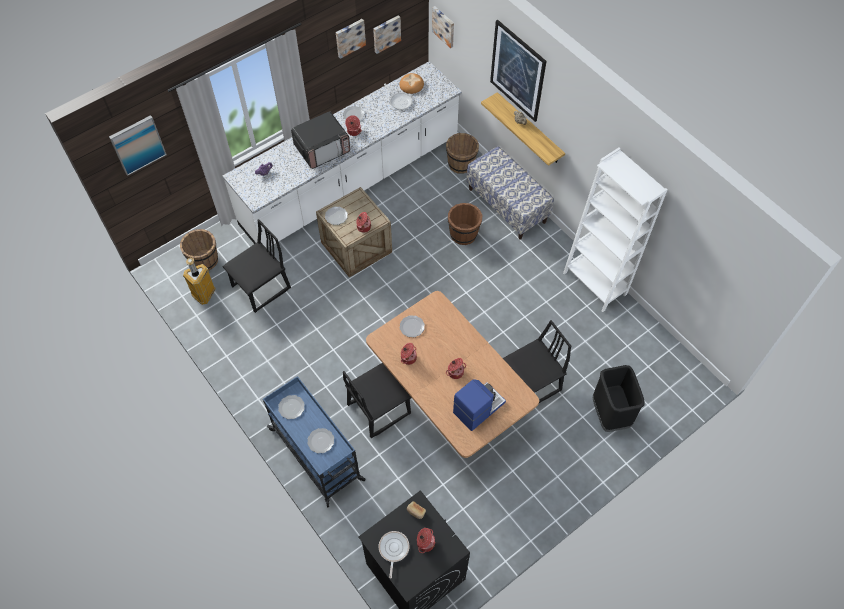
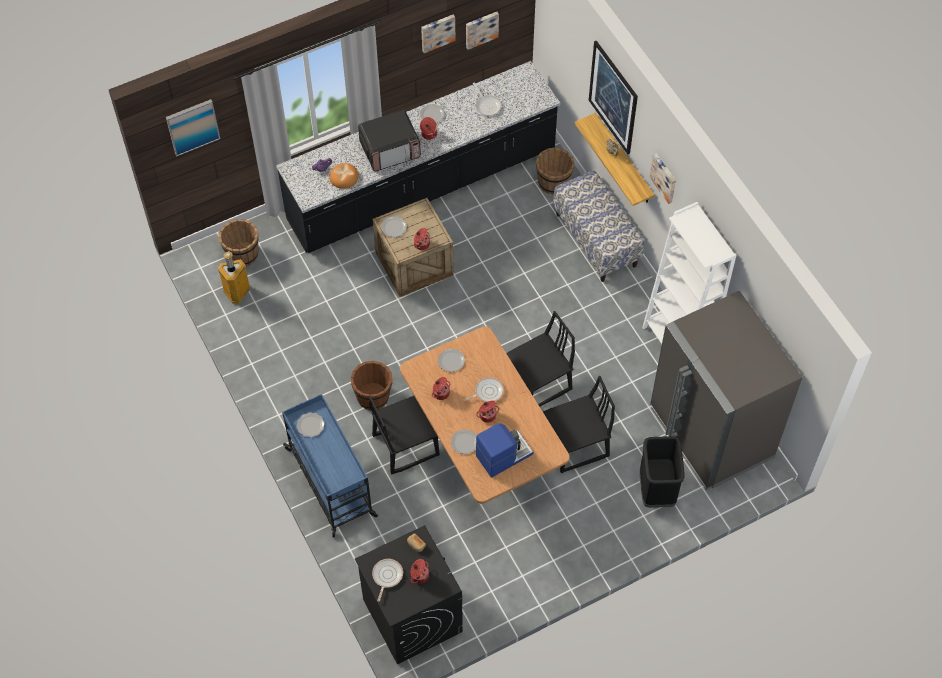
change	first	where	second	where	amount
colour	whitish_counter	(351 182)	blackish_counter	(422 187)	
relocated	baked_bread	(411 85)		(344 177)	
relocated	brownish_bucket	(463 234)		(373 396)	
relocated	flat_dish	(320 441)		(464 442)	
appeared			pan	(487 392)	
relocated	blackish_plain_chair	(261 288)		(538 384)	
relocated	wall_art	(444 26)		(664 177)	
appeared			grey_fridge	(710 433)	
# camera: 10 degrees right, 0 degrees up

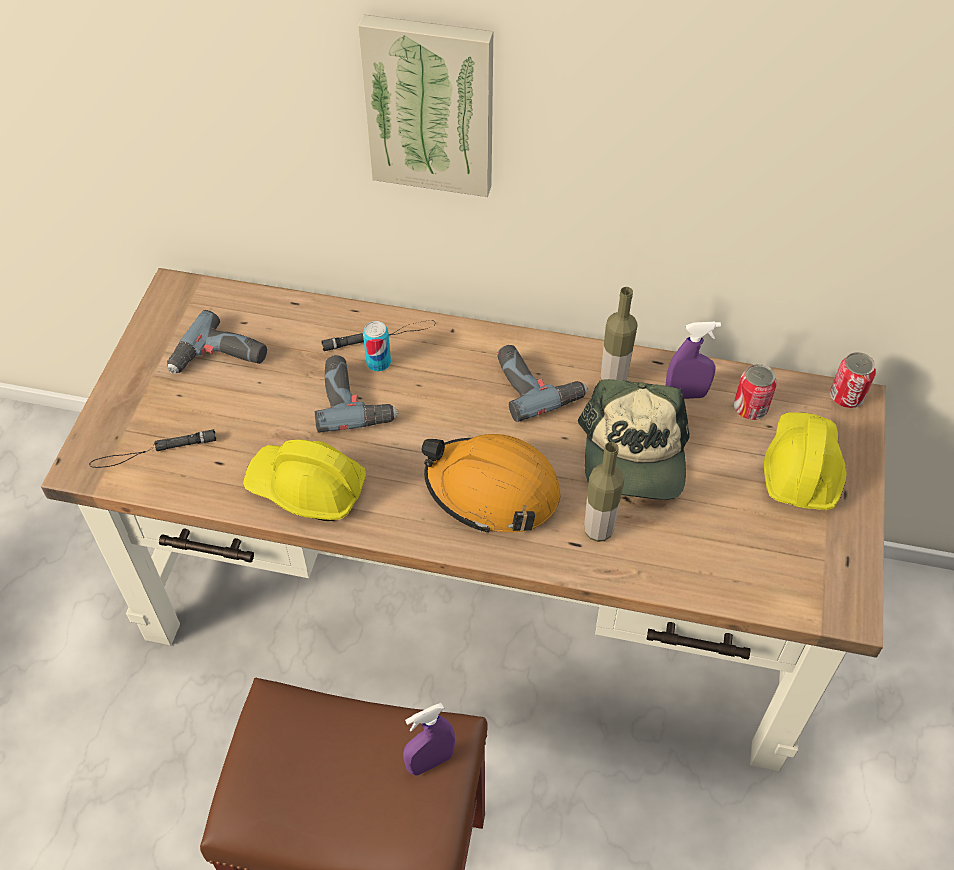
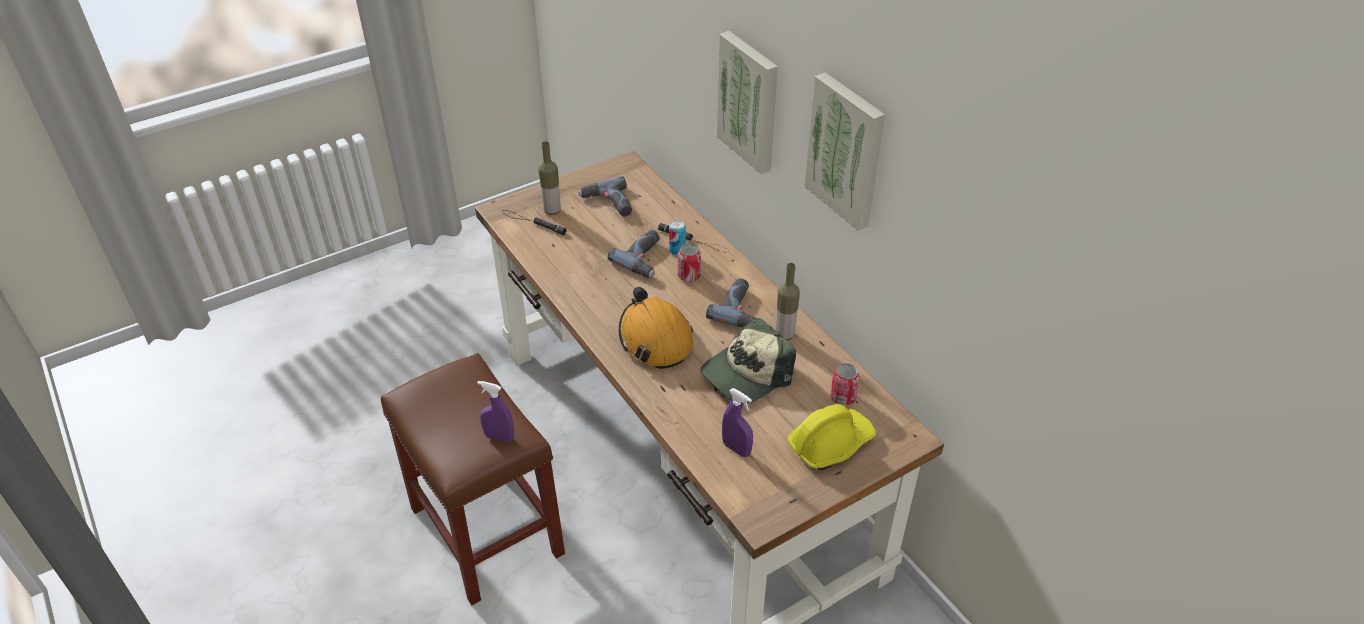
change	first	where	second	where	amount
relocated	bottle	(598 530)		(552 211)	
relocated	metal_can	(846 397)		(689 275)	
relocated	purplish_hand_sprayer	(686 394)		(736 449)	
appeared			wall_art	(847 150)	
missing	yellow_hard_hat	(306 488)			
# camera: 45 degrees right, 10 degrees down

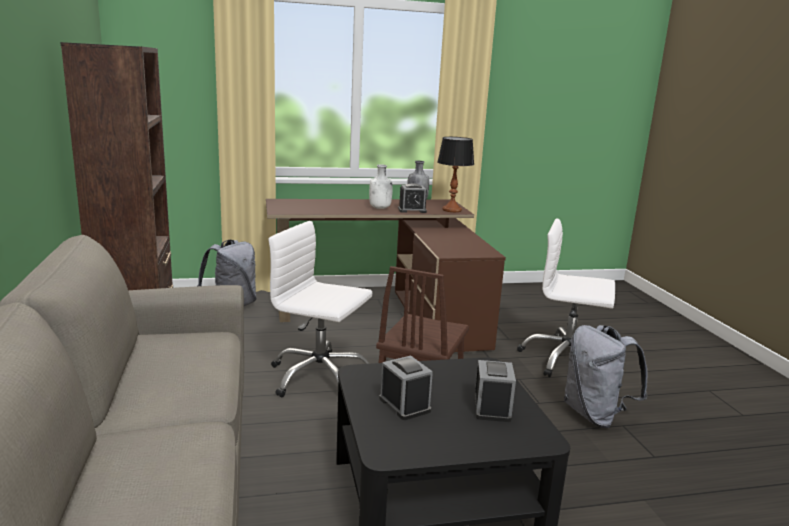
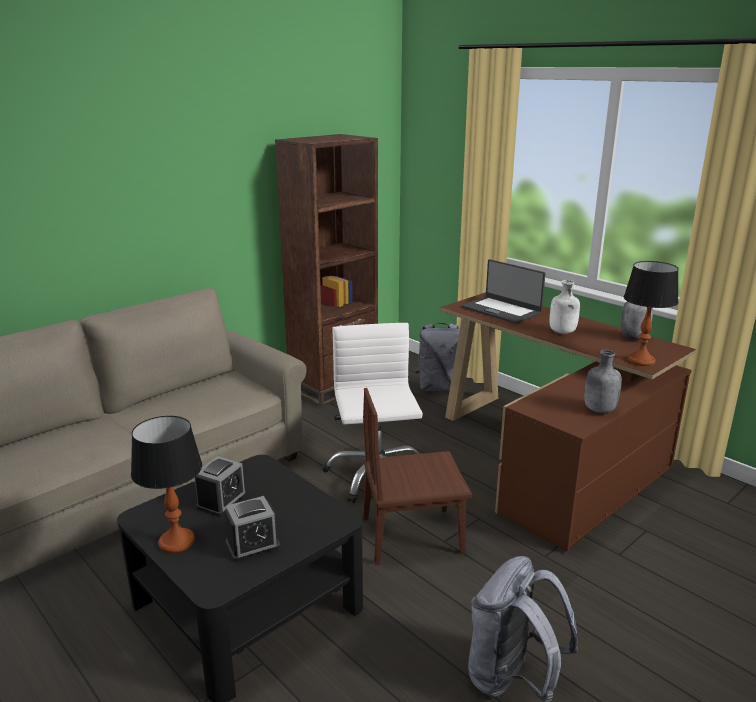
change	first	where	second	where	amount
appeared			lamp_for_a_table	(176 542)	
appeared			laptop	(501 310)	
appeared			grey_bottle	(598 410)	
missing	table_clock	(412 210)			
missing	whitish_desk_chair	(566 359)			
# camera: 60 degrees right, 5 degrees up

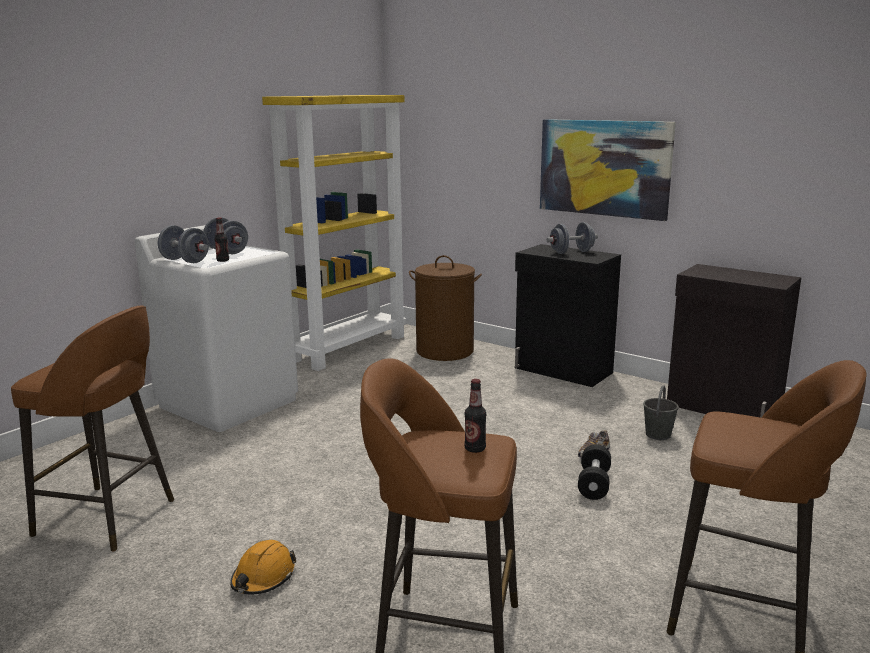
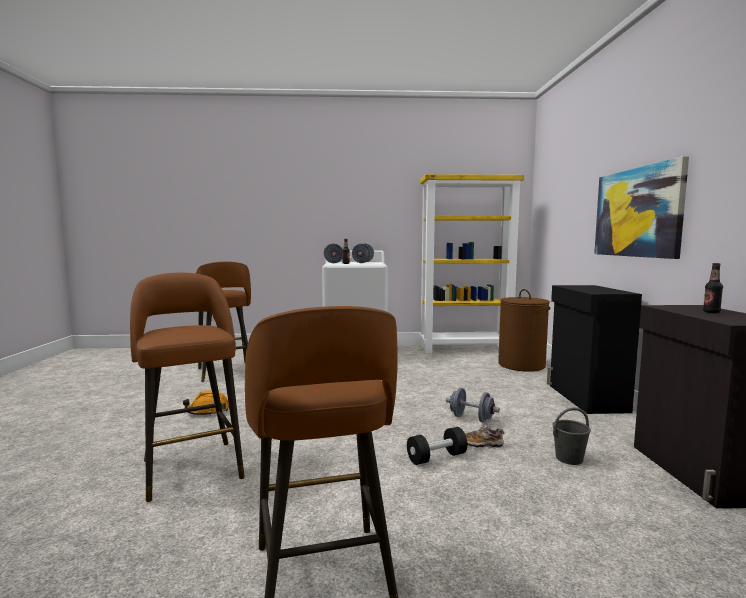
change	first	where	second	where	amount
relocated	grey_dumbbell	(571 252)		(471 418)	
relocated	bottle	(475 449)		(711 312)	
# camera: 50 degrees right, 10 degrees down

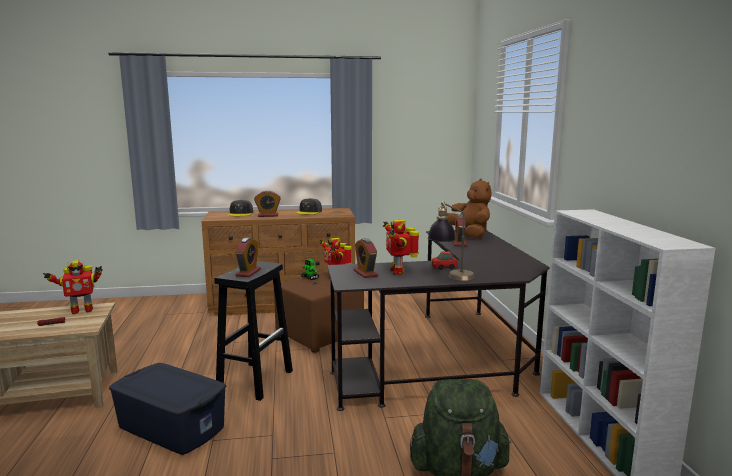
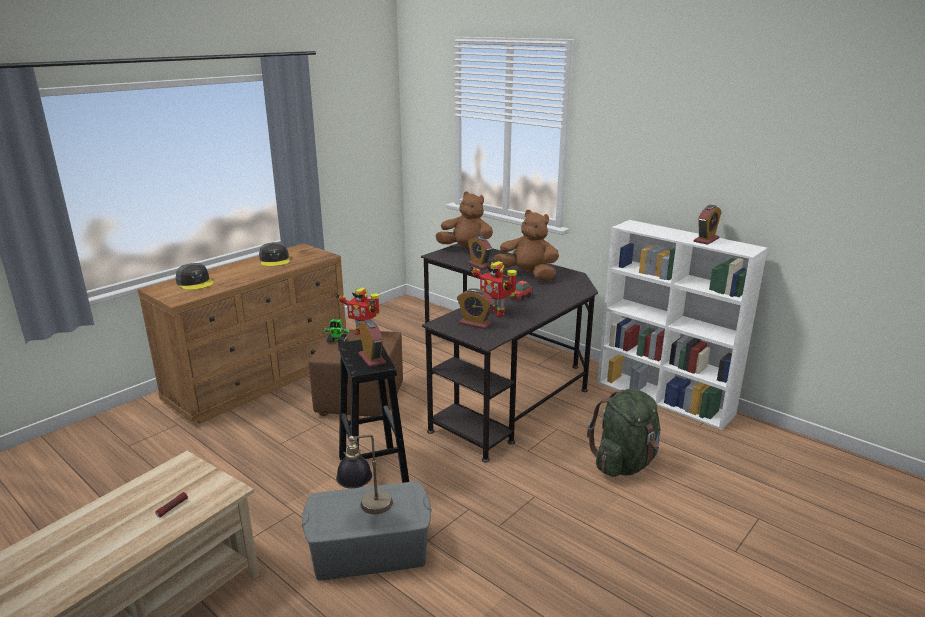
change	first	where	second	where	amount
colour	bluish_storage_container	(172 426)	grey_storage_container	(369 550)	
relocated	lamp_for_a_table	(450 277)		(367 511)	
appeared			brownish_soft_toy	(528 275)	
relocated	table_clock	(268 215)		(706 240)	
missing	model_robot	(81 310)			
# camera: 40 degrees left, 10 degrees up

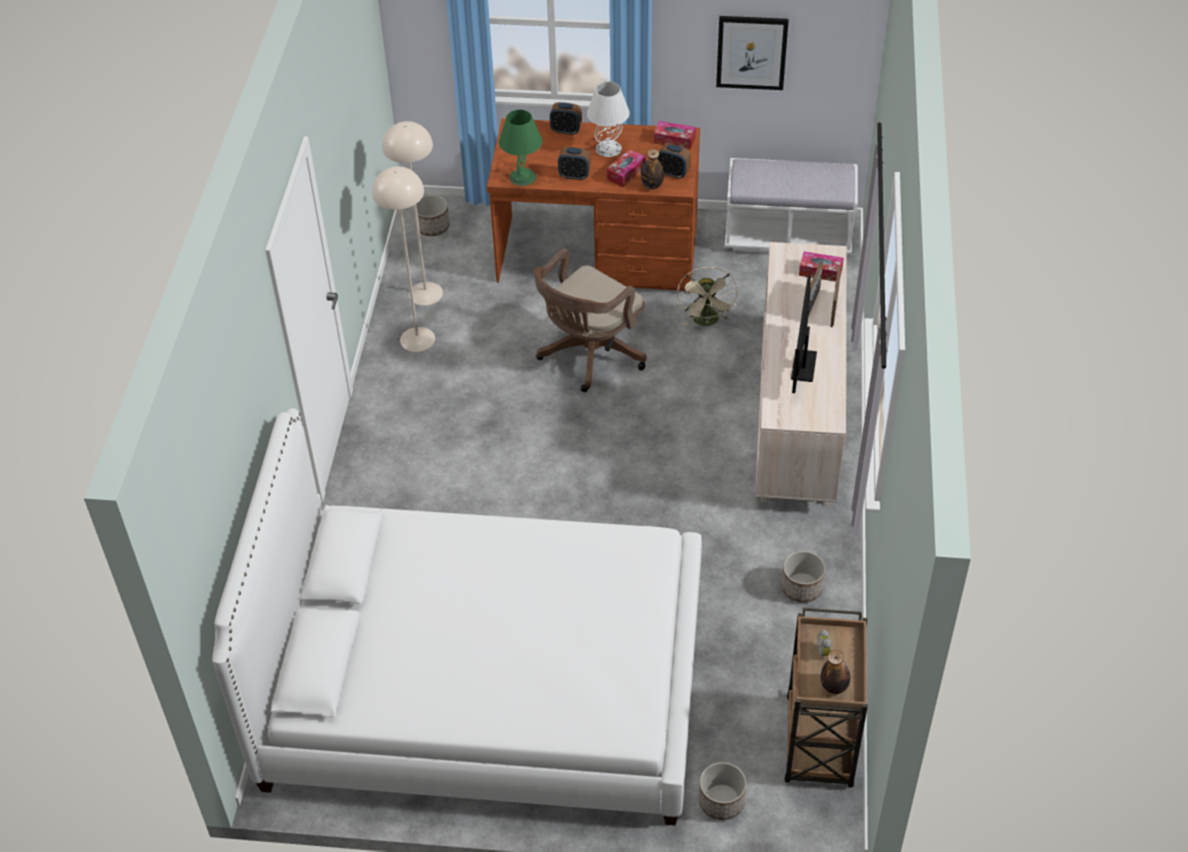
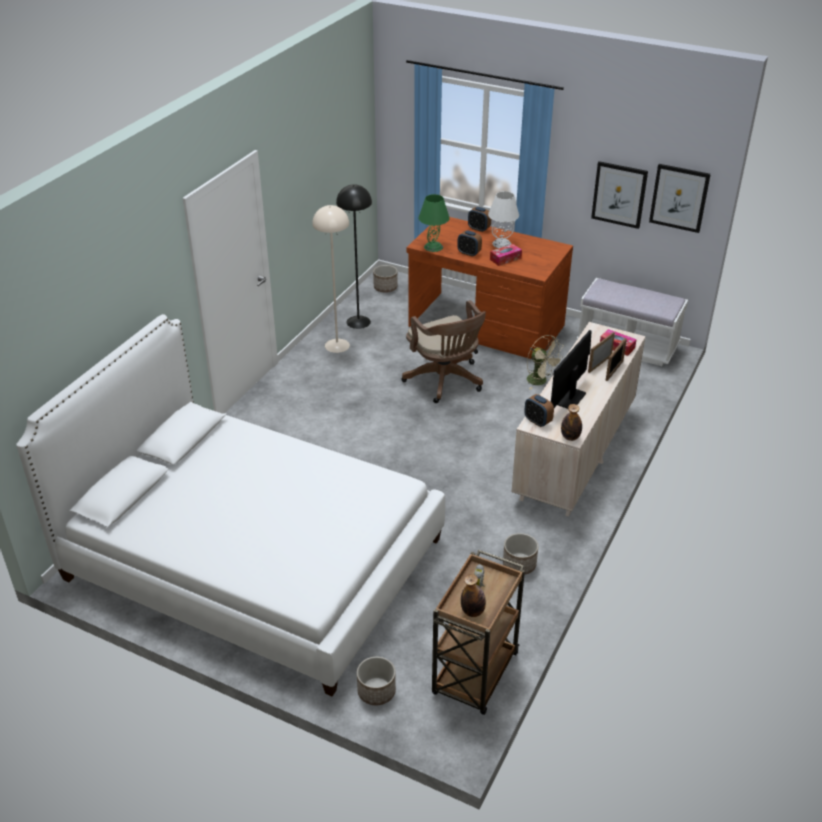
change	first	where	second	where	amount
colour	sand-coloured_standard_lamp	(425 293)	blackish_standard_lamp	(358 322)	
spun	brownish_desk_chair	(588 356)		(445 381)	90 degrees counterclockwise
relocated	table_clock	(673 173)		(537 421)	
spun	sand-coloured_cooling_fan	(707 322)		(540 381)	60 degrees counterclockwise
relocated	bottle	(652 185)		(570 437)	
appeared			wall_art	(679 198)	
missing	tissue_box	(674 140)			
# camera: 20 degrees right, 10 degrees down

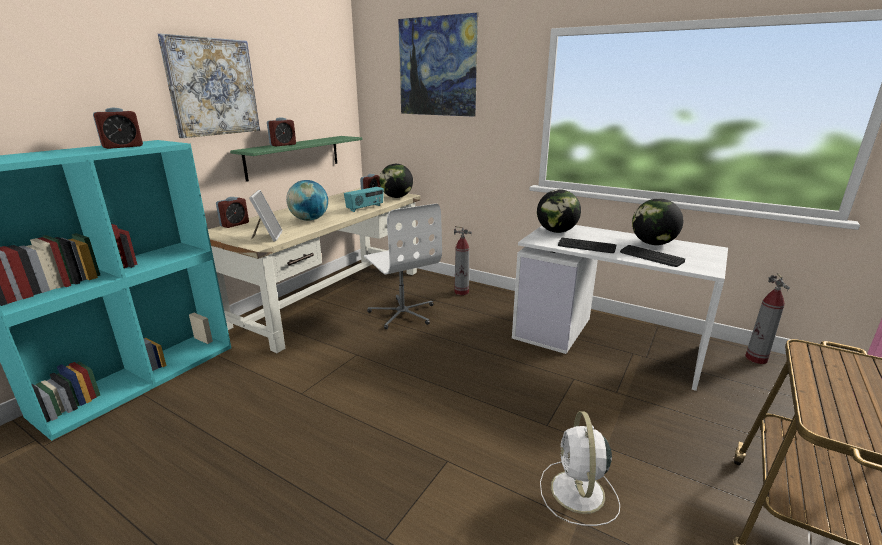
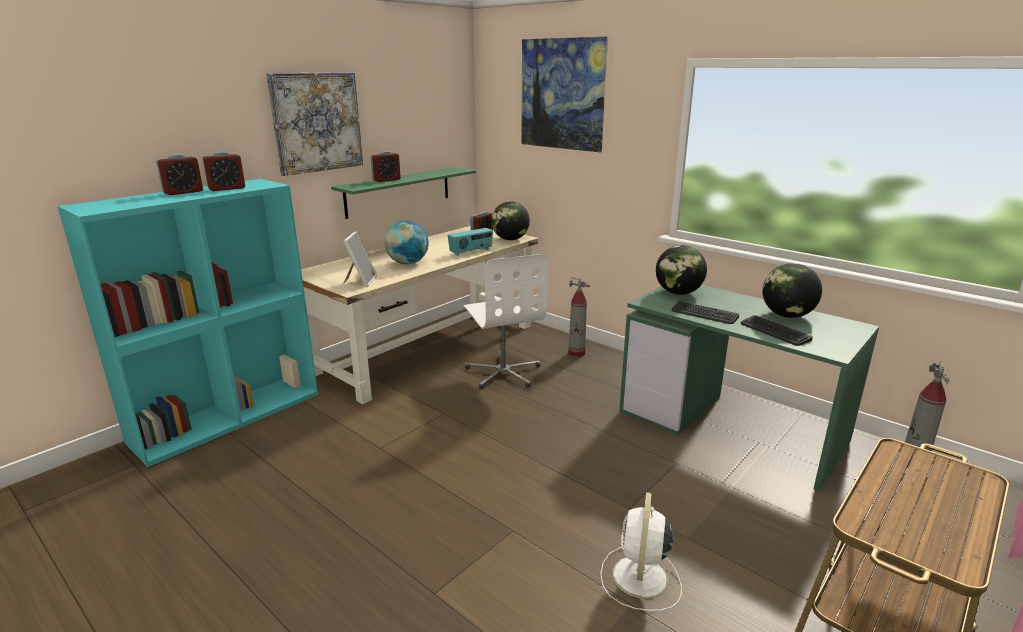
change	first	where	second	where	amount
relocated	table_clock	(234 224)		(183 192)	
colour	whitish_desk	(607 342)	green_desk	(731 426)	
# camera: 10 degrees right, 0 degrees up

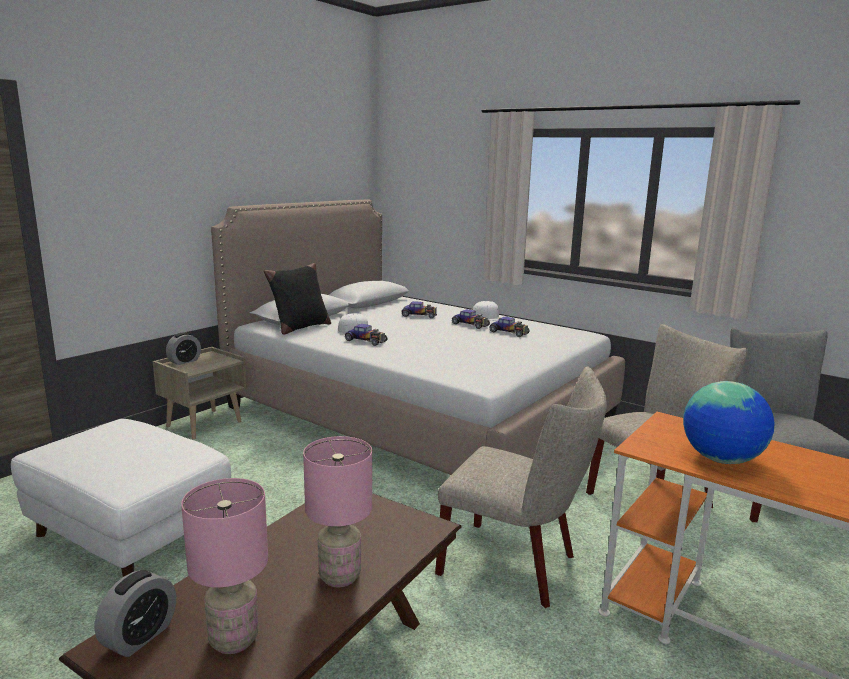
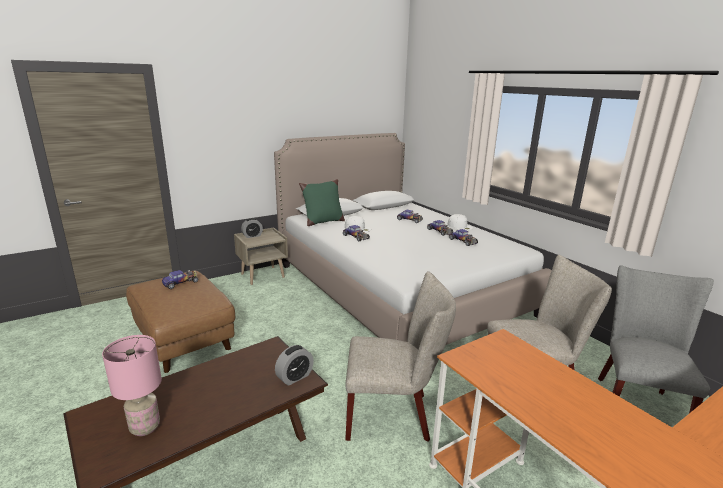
change	first	where	second	where	amount
colour	whitish_footrest	(128 534)	brownish_footrest	(183 339)	
appeared			miniature_car	(181 283)	
relocated	table_clock	(140 636)		(295 377)	
colour	blackish_pillow	(300 328)	green_pillow	(323 222)	
spun	sand-coloured_plain_chair	(516 565)		(393 414)	45 degrees counterclockwise
missing	pinkish_lamp_for_a_table	(340 576)			
missing	world_globe	(721 460)			
# camera: 20 degrees right, 5 degrees up

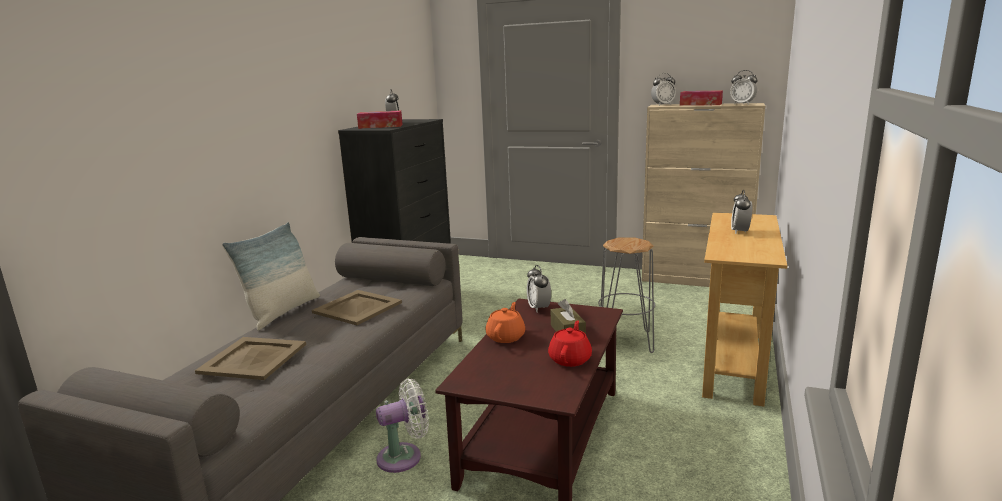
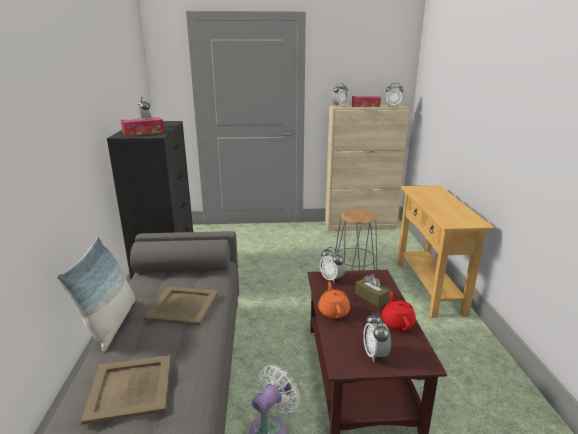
change	first	where	second	where	amount
relocated	table_clock	(740 232)		(375 354)	
# camera: 25 degrees left, 5 degrees up

